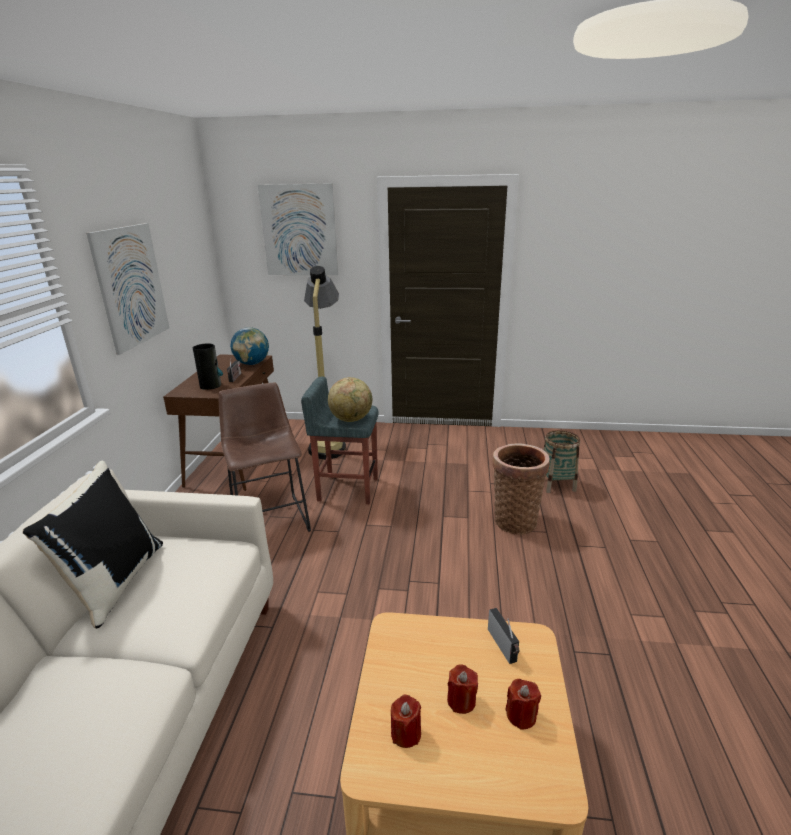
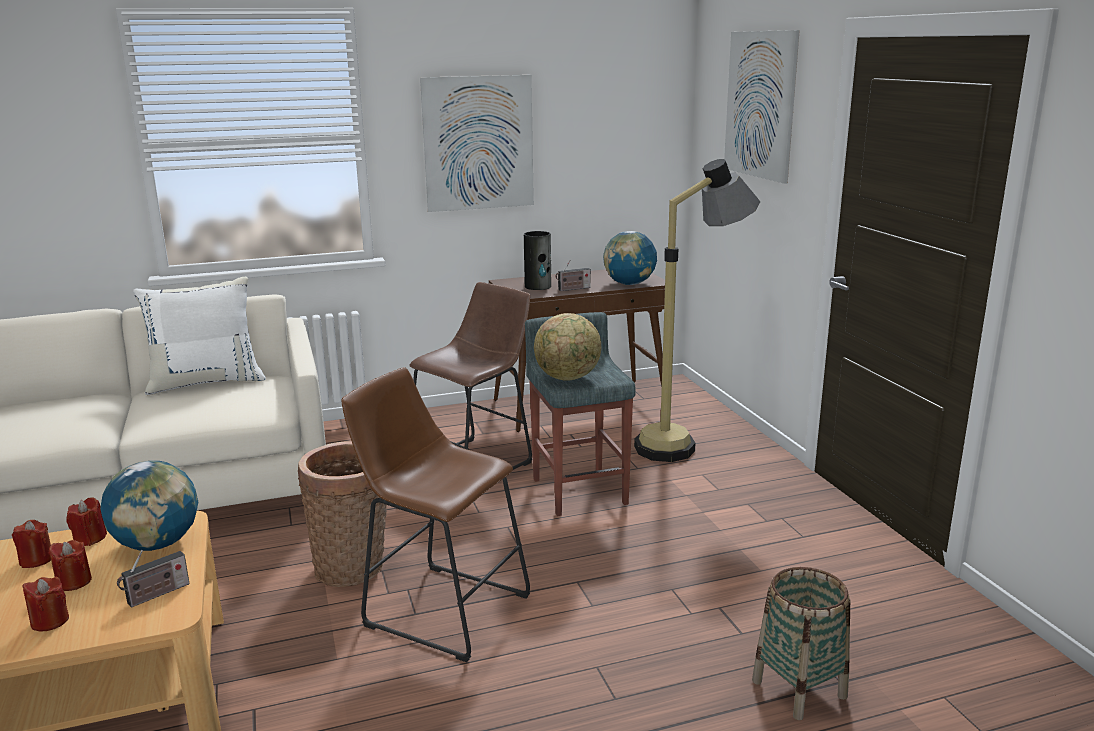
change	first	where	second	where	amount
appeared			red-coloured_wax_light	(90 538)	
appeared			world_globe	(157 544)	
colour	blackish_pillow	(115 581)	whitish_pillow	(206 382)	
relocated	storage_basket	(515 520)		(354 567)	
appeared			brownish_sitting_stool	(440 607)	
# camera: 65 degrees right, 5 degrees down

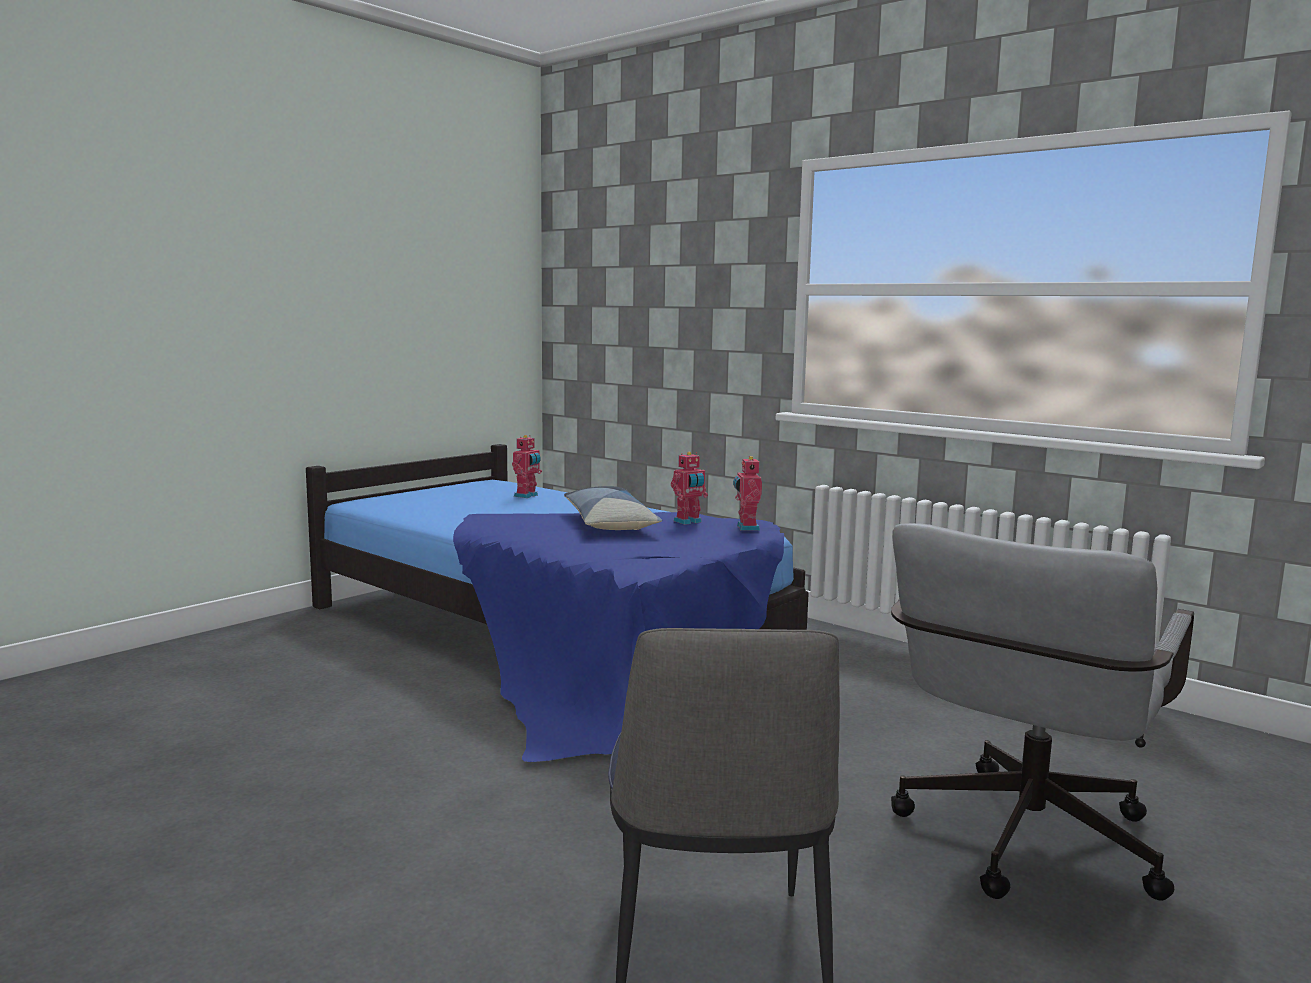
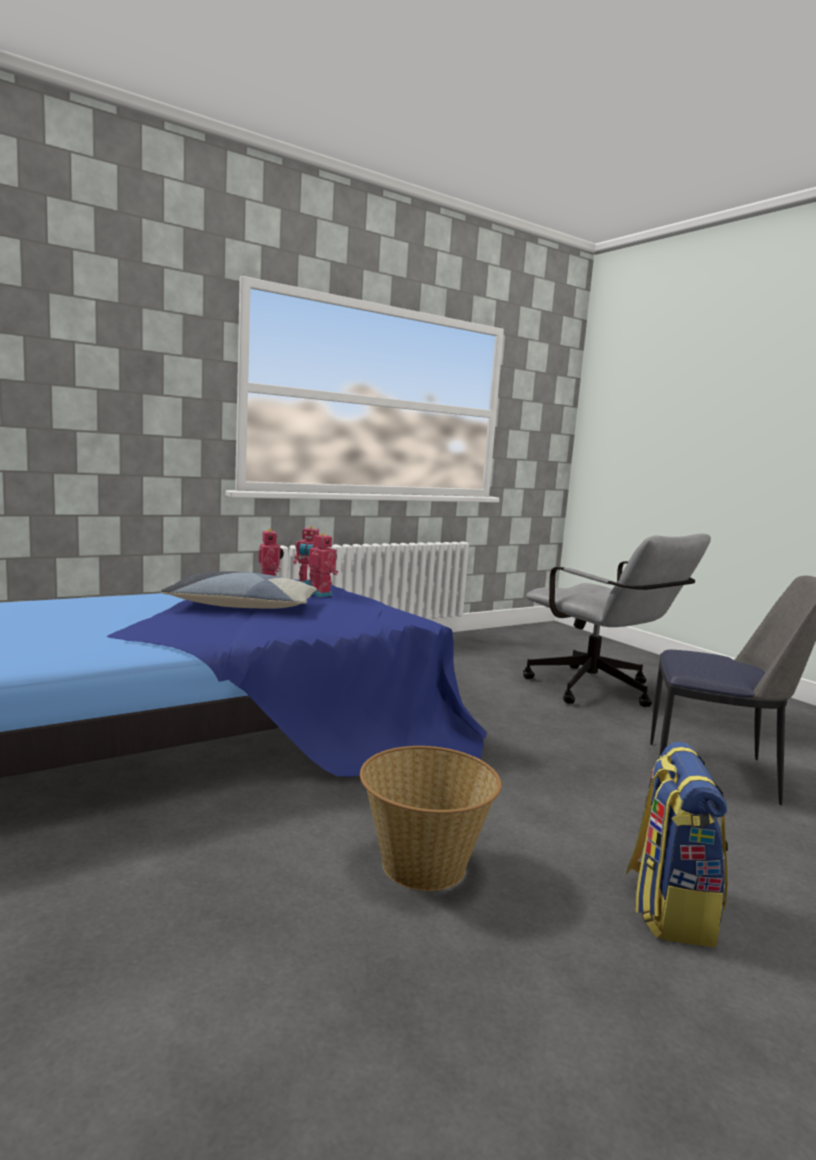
change	first	where	second	where	amount
relocated	model_robot	(527 496)		(321 594)	
appeared			storage_basket	(423 866)	
appeared			knapsack	(668 907)	
# camera: 75 degrees left, 0 degrees up

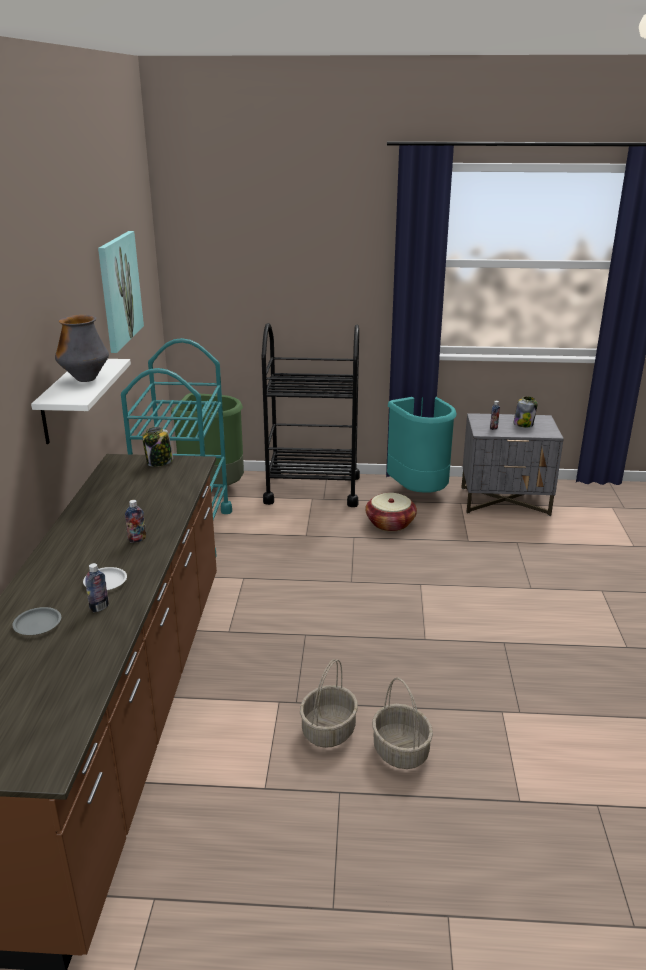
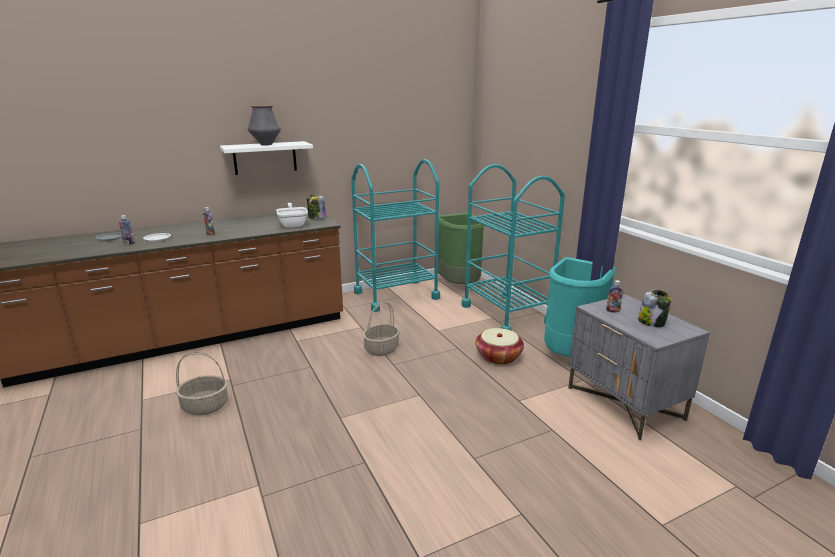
change	first	where	second	where	amount
appeared			pan	(293 224)	
relocated	storage_basket	(400 751)		(381 349)	
colour	blackish_cart	(312 489)	turquoise-coloured_cart	(506 314)	
missing	wall_art	(120 290)			
# camera: 60 degrees right, 5 degrees down

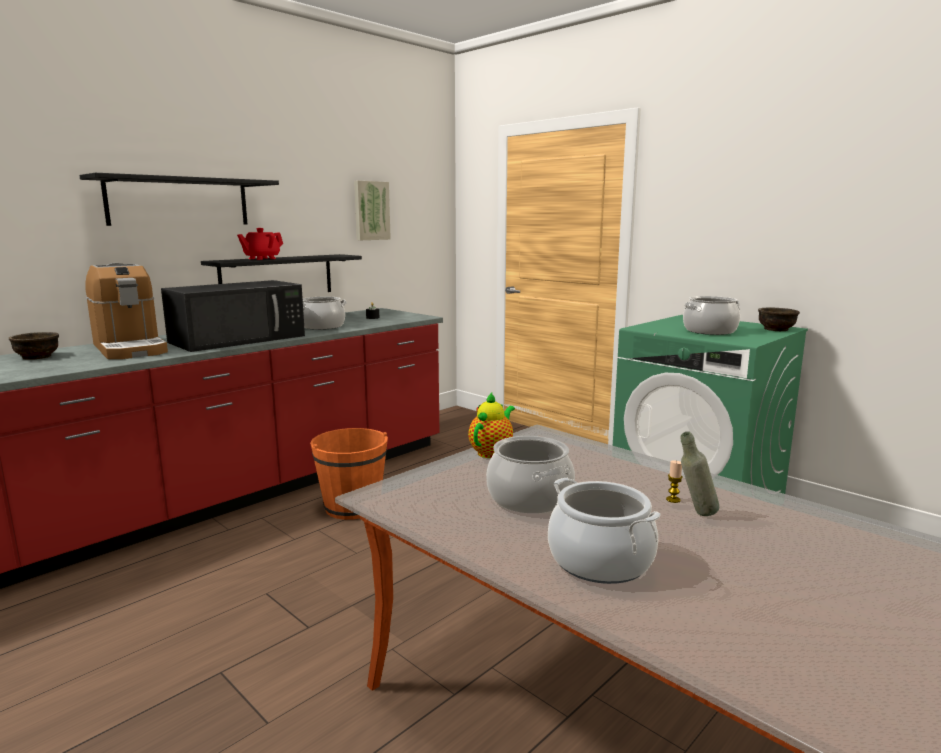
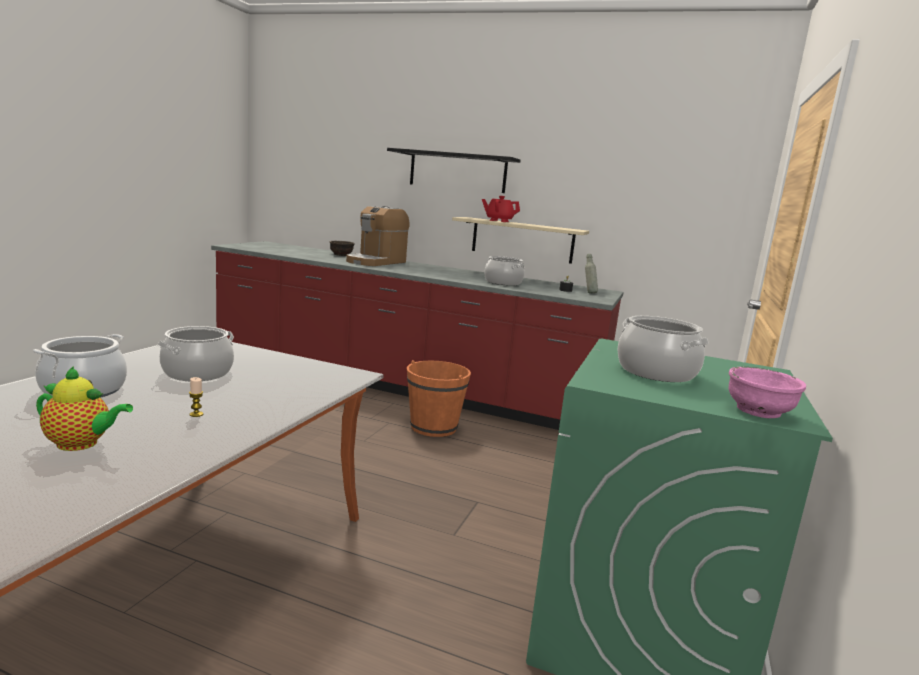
change	first	where	second	where	amount
relocated	pot_for_tea	(492 452)		(81 444)	
colour	blackish_shelf	(277 277)	sand-coloured_shelf	(522 240)	
relocated	grey_bottle	(695 514)		(588 293)	
colour	brownish_serving_bowl	(775 329)	pinkish_serving_bowl	(759 411)	
missing	blackish_microwave	(239 339)			
missing	wall_art	(371 210)			
# camera: 65 degrees right, 0 degrees up

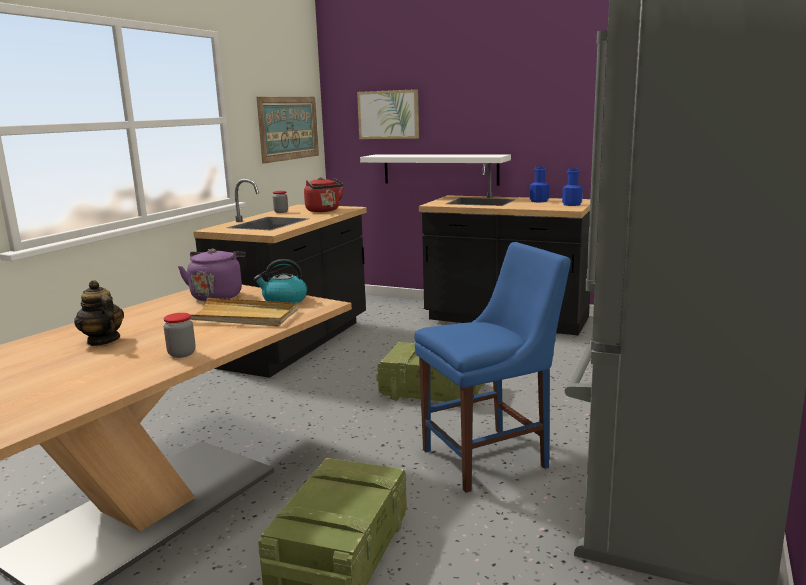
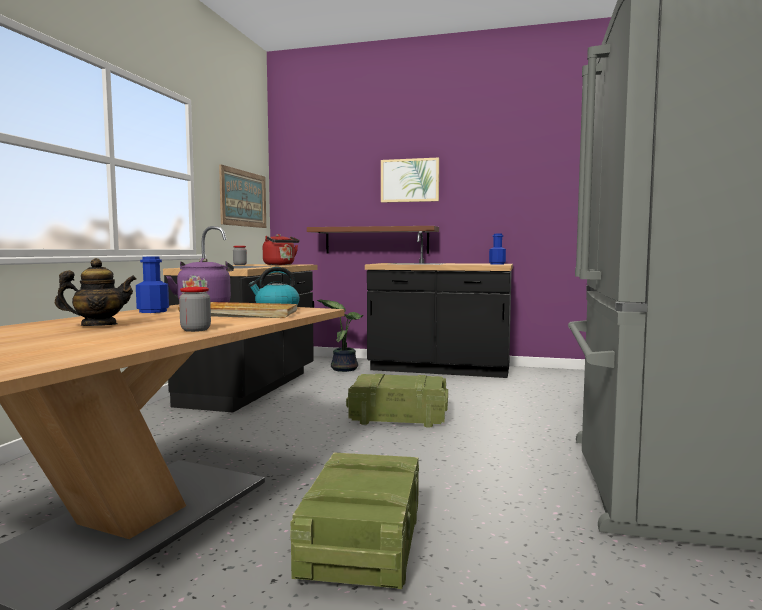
change	first	where	second	where	amount
spun	pot_for_tea	(103 341)		(99 325)	120 degrees clockwise
relocated	bluish_bottle	(539 201)		(153 311)	
colour	whitish_shelf	(440 169)	brownish_shelf	(376 240)	
appeared			plant_in_a_pot	(343 368)	
relocated	wall_art	(388 114)		(409 180)	
missing	bluish_plain_chair	(490 457)			
# camera: 10 degrees left, 10 degrees down

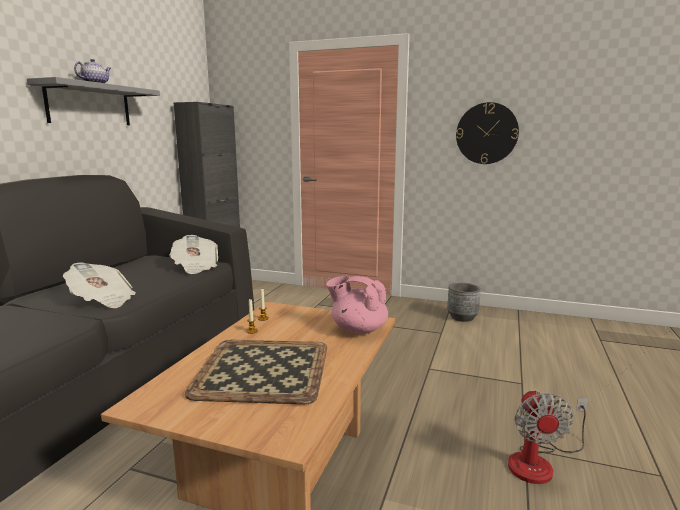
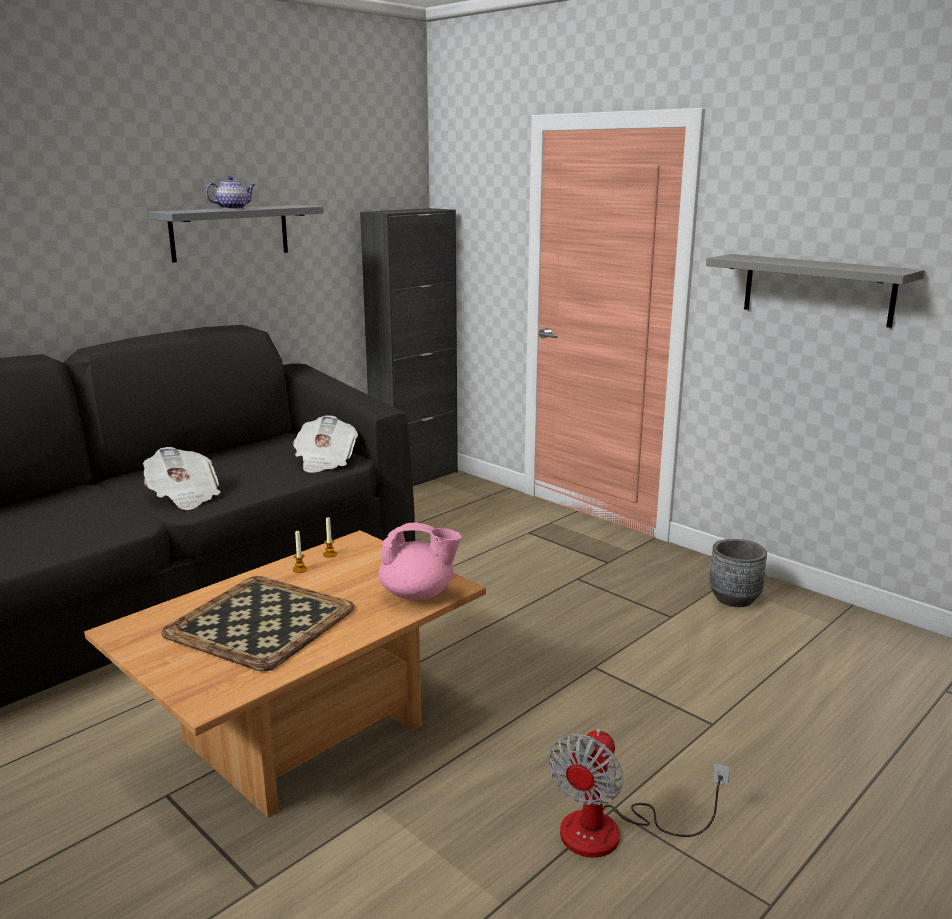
change	first	where	second	where	amount
spun	pinkish_pot_for_tea	(358 329)		(418 594)	135 degrees clockwise
exchanged	wall_clock	(486 133)	grey_shelf	(817 289)	
# camera: 25 degrees right, 5 degrees up

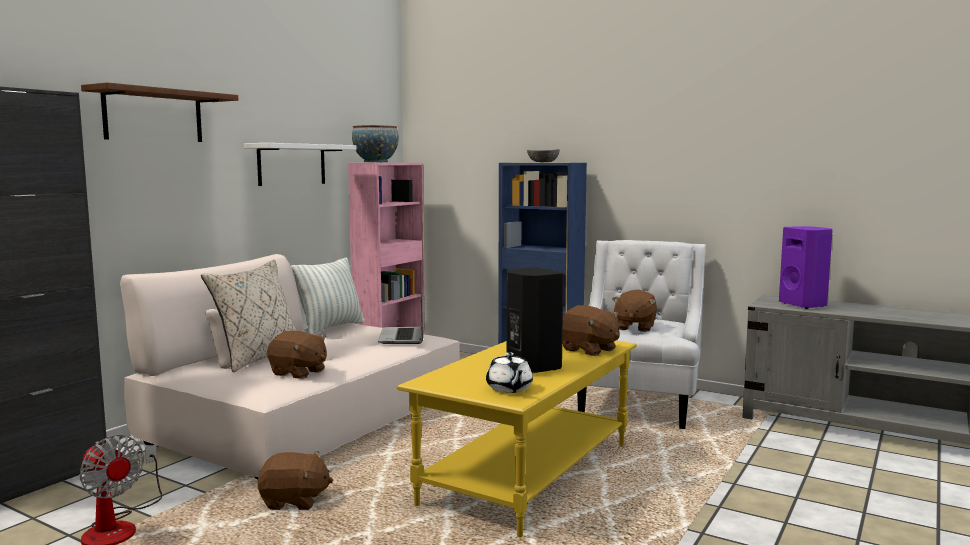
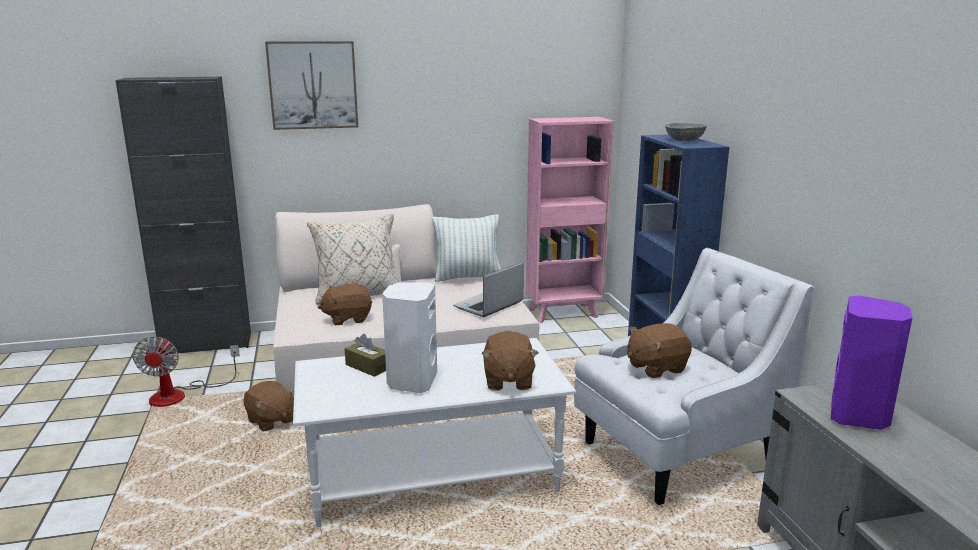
change	first	where	second	where	amount
exchanged	brownish_shelf	(153 116)	wall_art	(313 85)	
colour	yellow_low_table	(527 473)	whitish_low_table	(433 476)	
spun	brownish_soft_toy	(298 373)		(347 319)	90 degrees clockwise
appeared			brownish_tissue_box	(368 367)	
colour	blackish_speaker	(531 367)	whitish_speaker	(411 382)	
missing	whitish_shelf	(292 164)			
missing	serving_bowl	(375 162)			
missing	whitish_pot_for_tea	(509 389)			
# camera: 45 degrees right, 10 degrees up

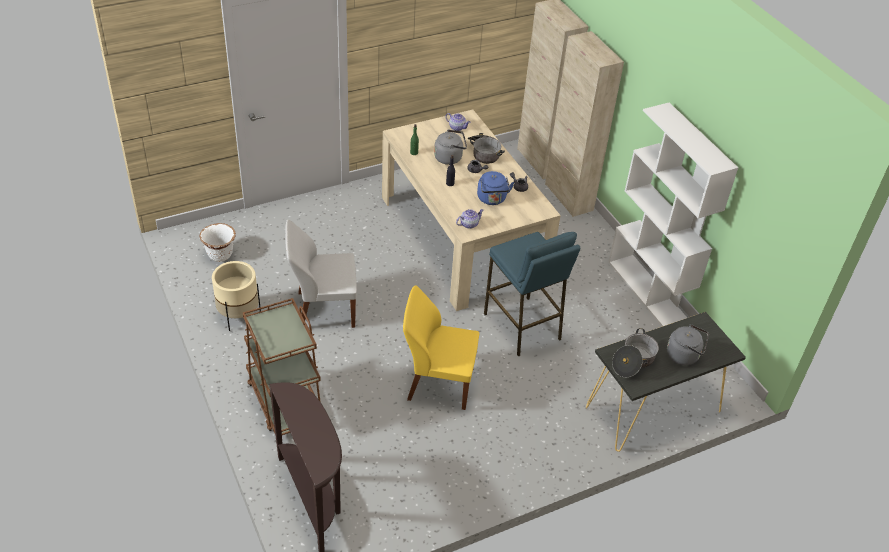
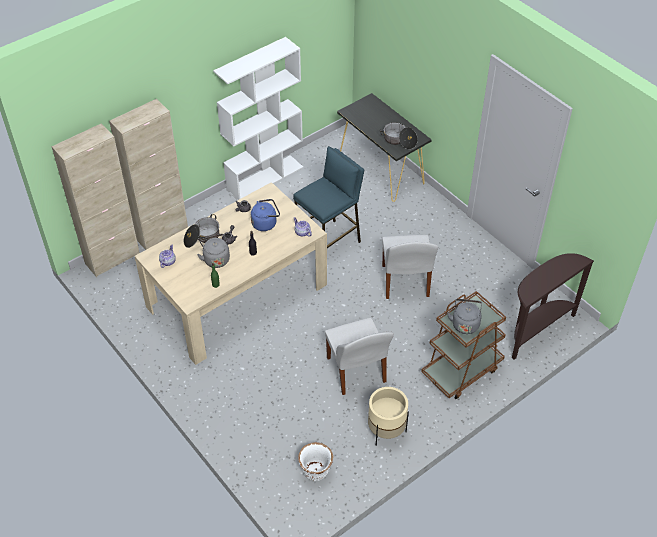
change	first	where	second	where	amount
colour	yellow_plain_chair	(438 383)	whitish_plain_chair	(405 282)	
relocated	grey_water_kettle	(684 355)		(465 323)	
# camera: 100 degrees left, 5 degrees up

